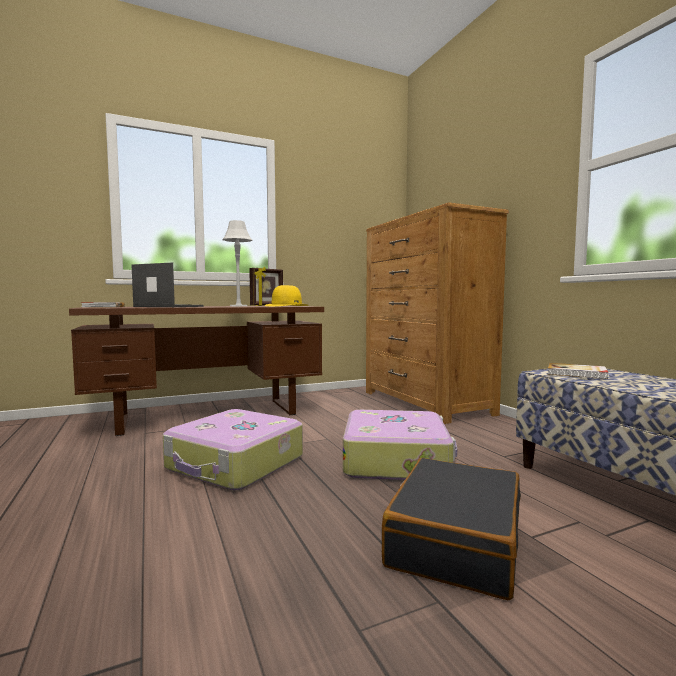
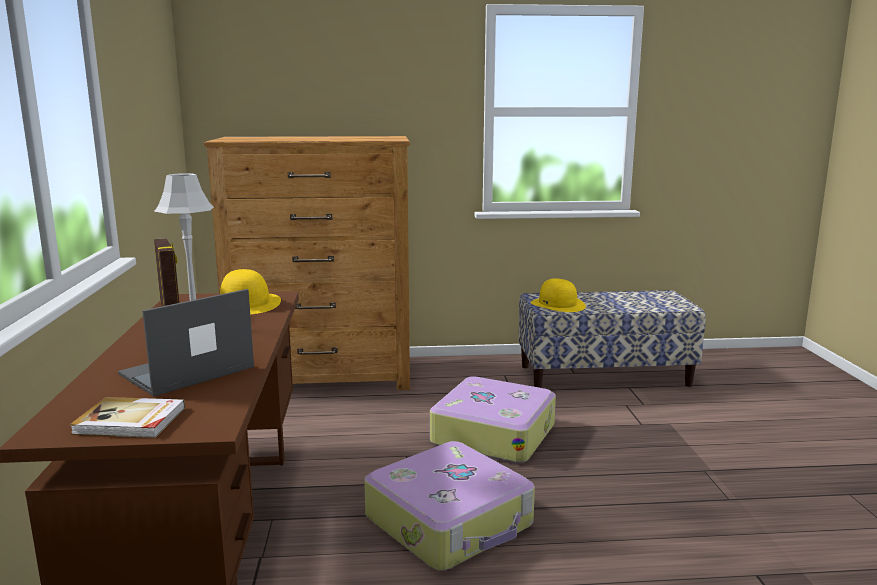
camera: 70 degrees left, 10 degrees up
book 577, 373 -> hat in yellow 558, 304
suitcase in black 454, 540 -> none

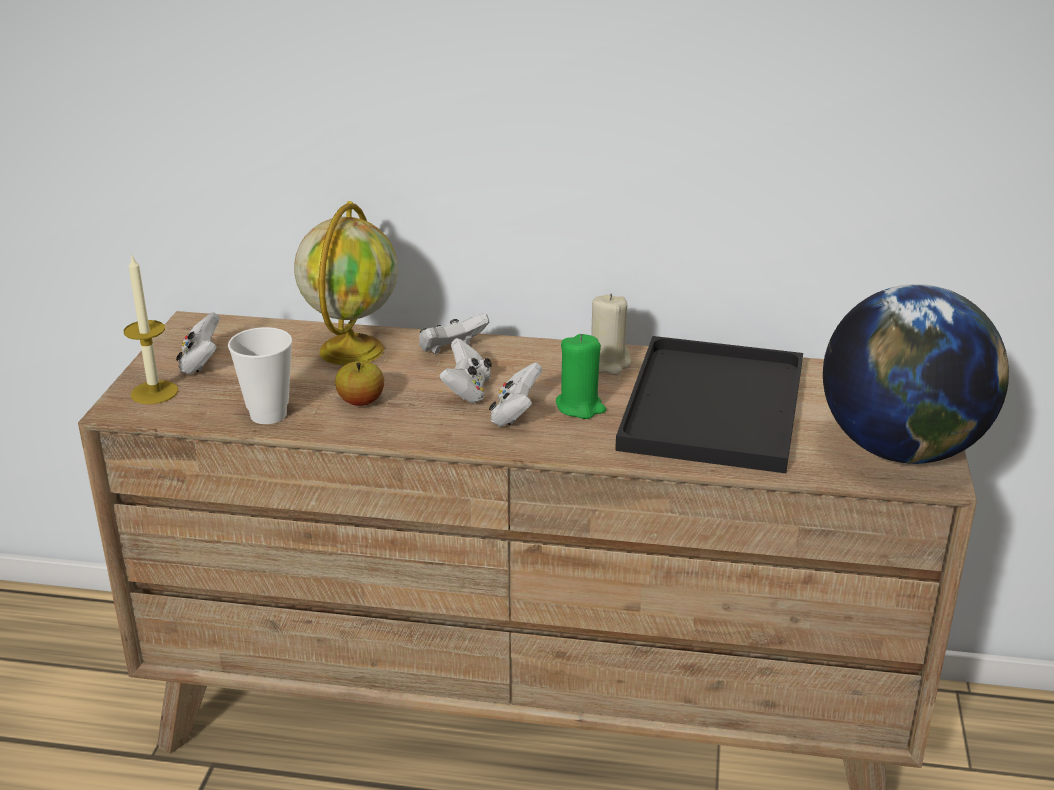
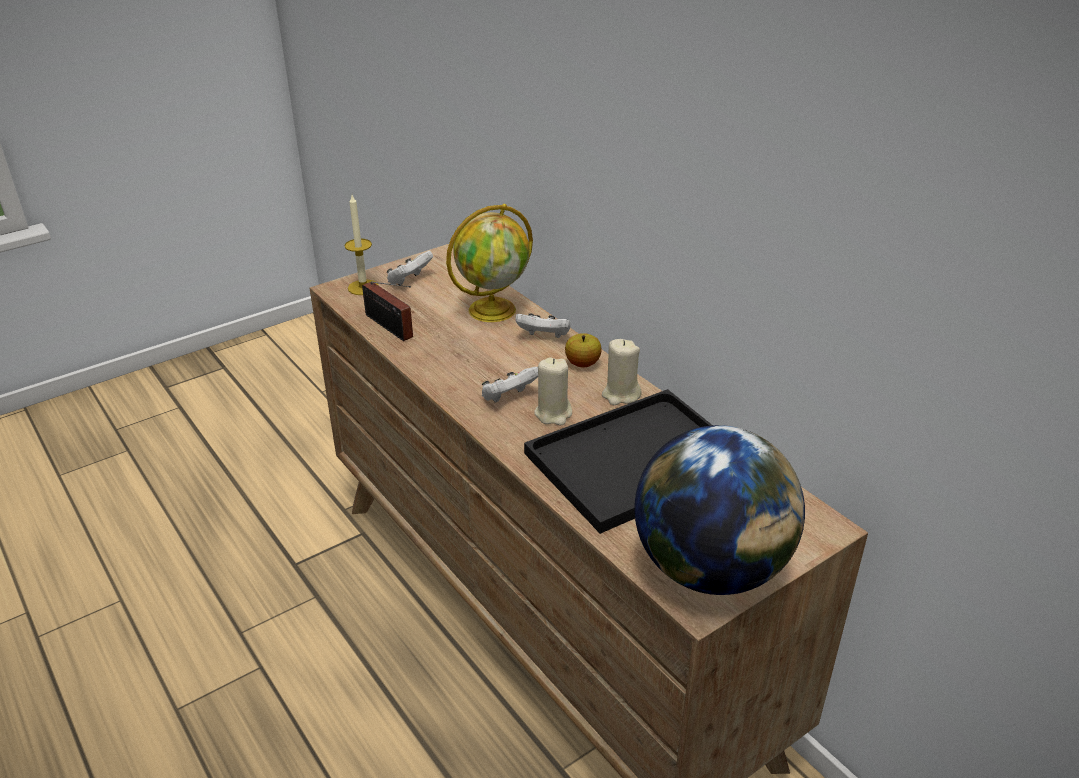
camera: 45 degrees right, 5 degrees up
cup 268, 415 -> radio 390, 328
candle in green 580, 407 -> candle in beige 553, 414
game controller in white 467, 391 -> none
apple 361, 402 -> apple 582, 364, moved

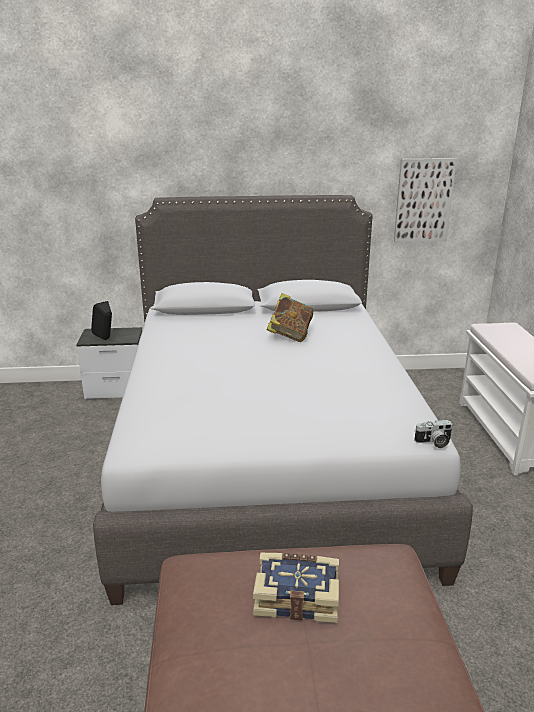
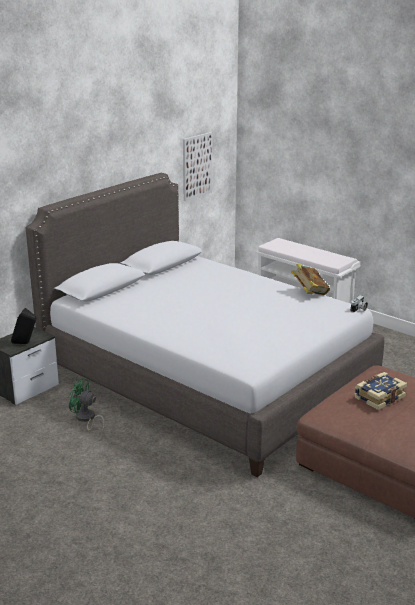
camera: 45 degrees left, 0 degrees up
book 290, 335 -> book 309, 293, moved
none -> fan in green 86, 419

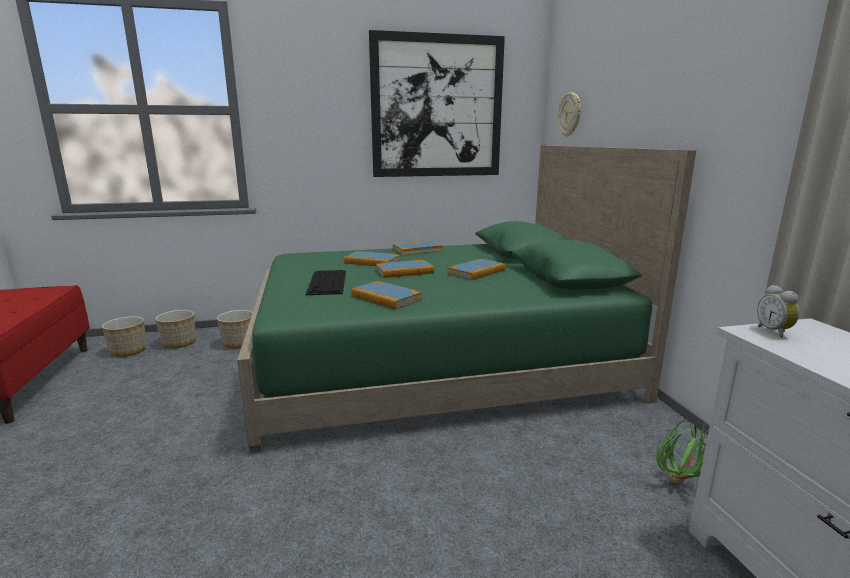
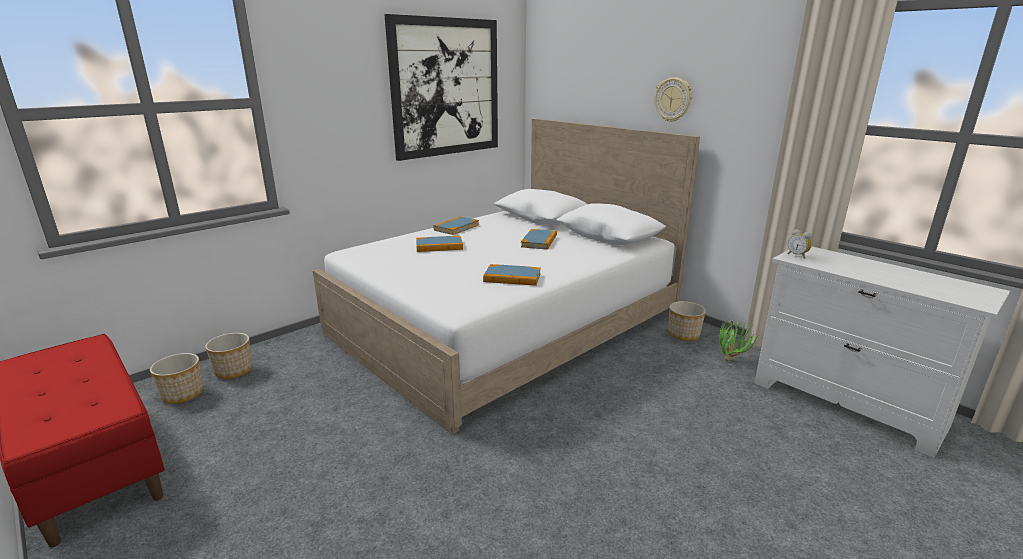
camera: 30 degrees left, 5 degrees up
wall clock 570, 114 -> wall clock 673, 100, moved
bed in green 435, 361 -> bed in white 506, 323
book 404, 271 -> none
keyboard 327, 282 -> none
planter 239, 343 -> planter 684, 334, moved

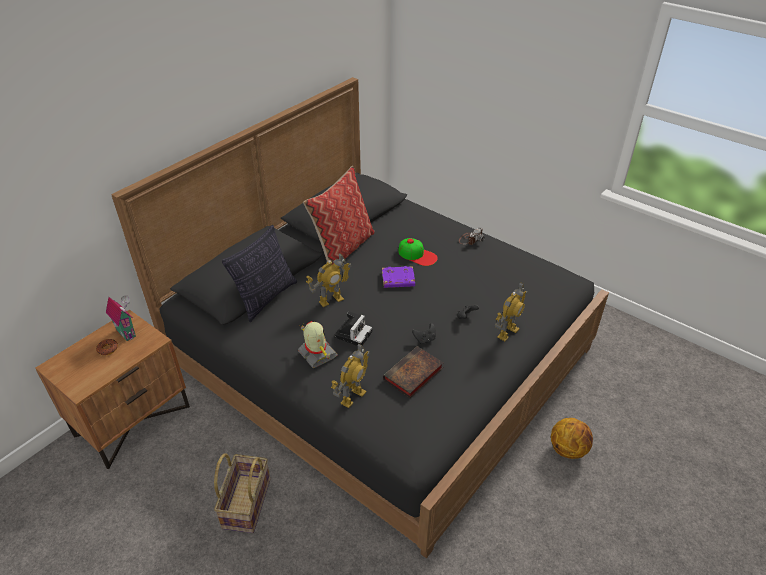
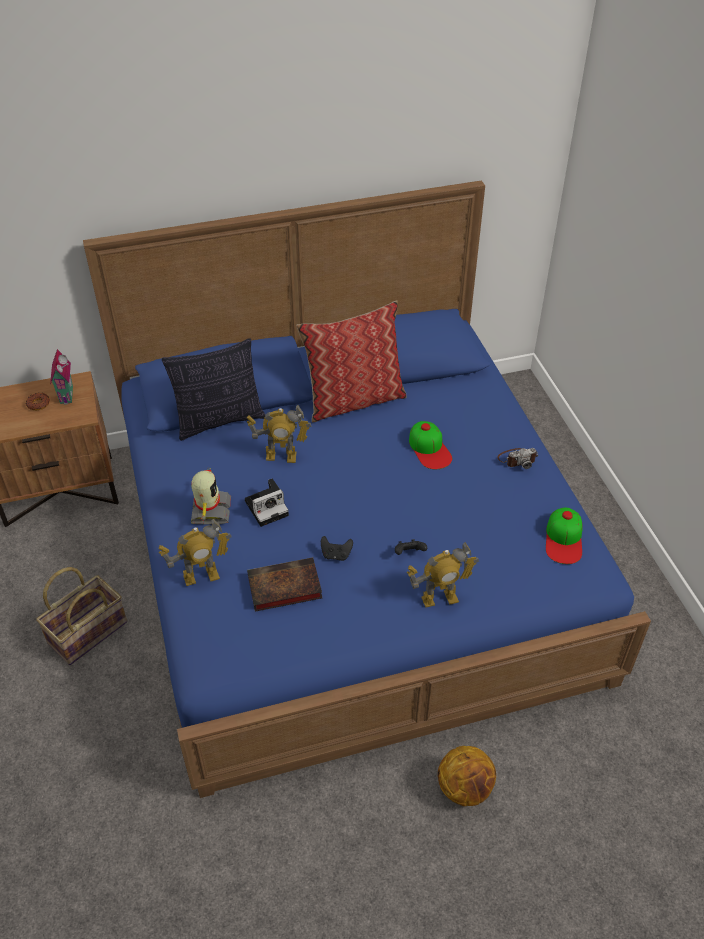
camera: 35 degrees right, 5 degrees up
bed in black 382, 356 -> bed in blue 351, 553
book in purple 398, 280 -> none
none -> cap 564, 539

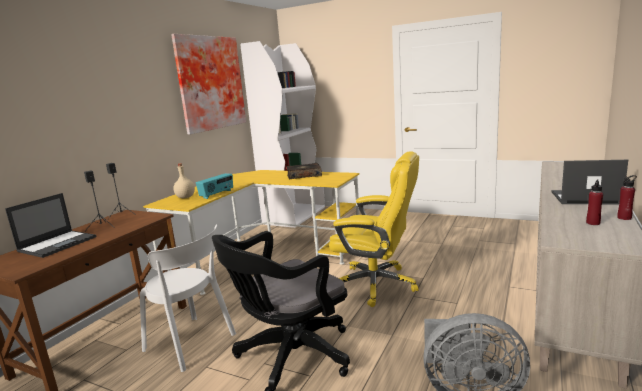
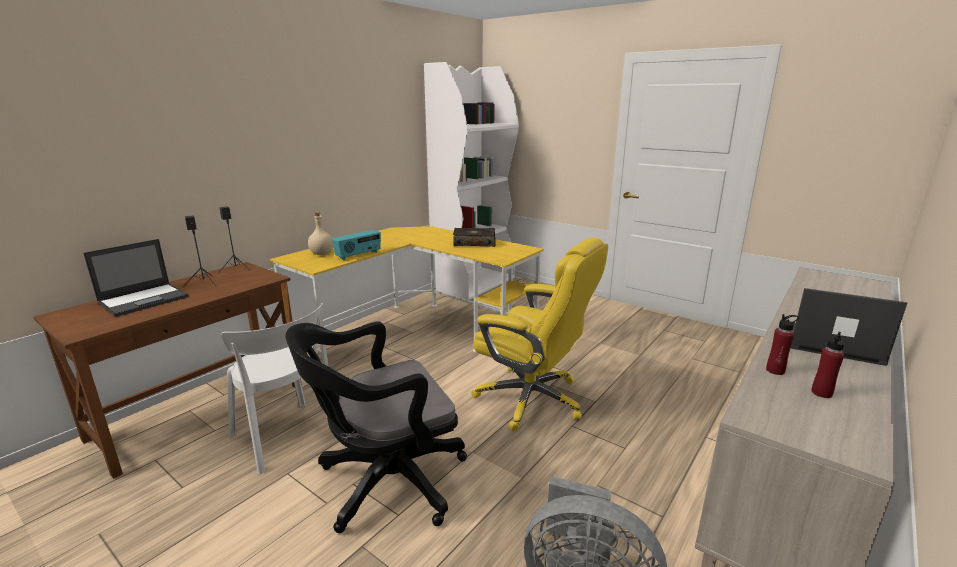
camera: 10 degrees right, 5 degrees up
picture 209, 83 -> none
bottle in red 624, 218 -> bottle in red 775, 370, moved

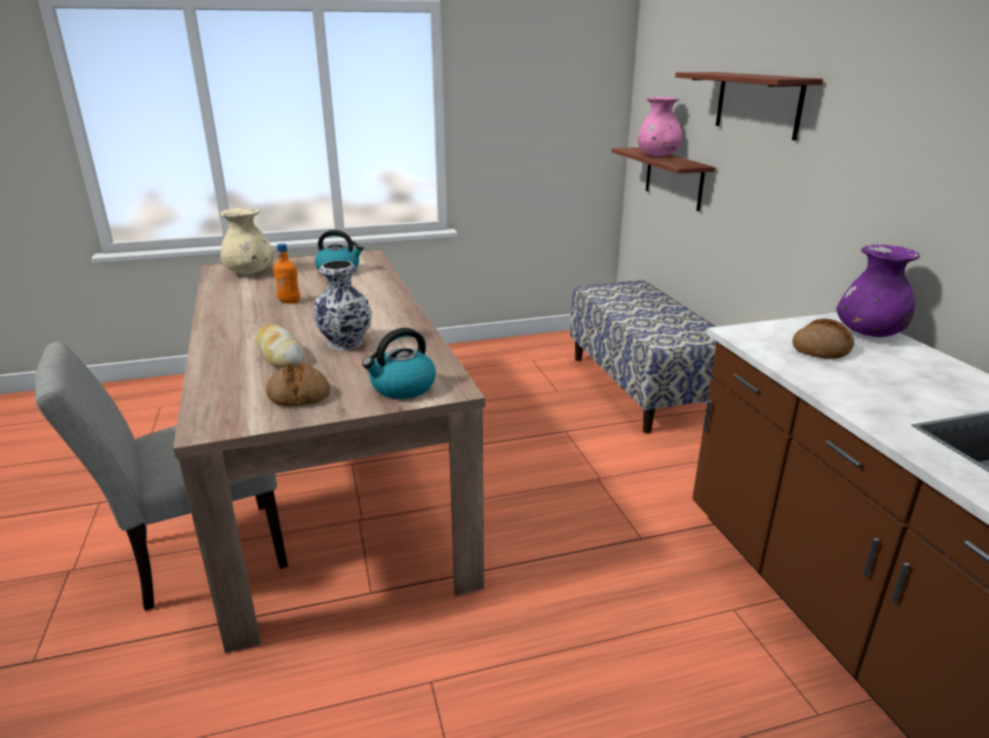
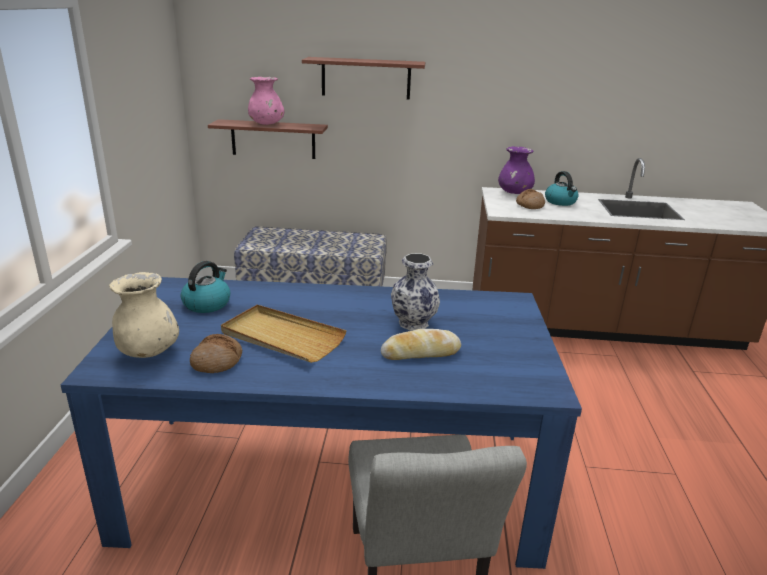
camera: 70 degrees left, 0 degrees up
bottle in orange 289, 301 -> tray in beige 282, 337
dining table in beige 330, 477 -> dining table in blue 334, 478
kettle 402, 387 -> kettle 561, 202, moved
bread 299, 395 -> bread 217, 361, moved

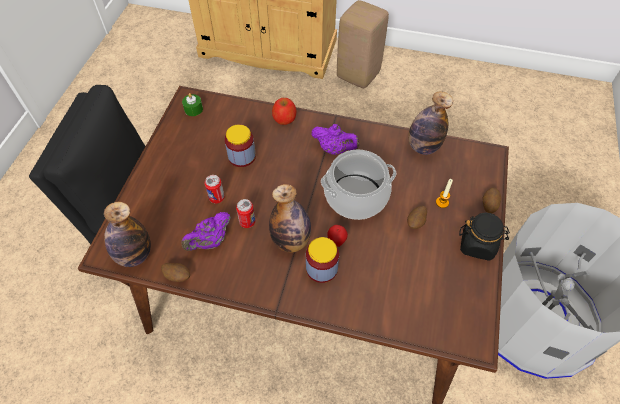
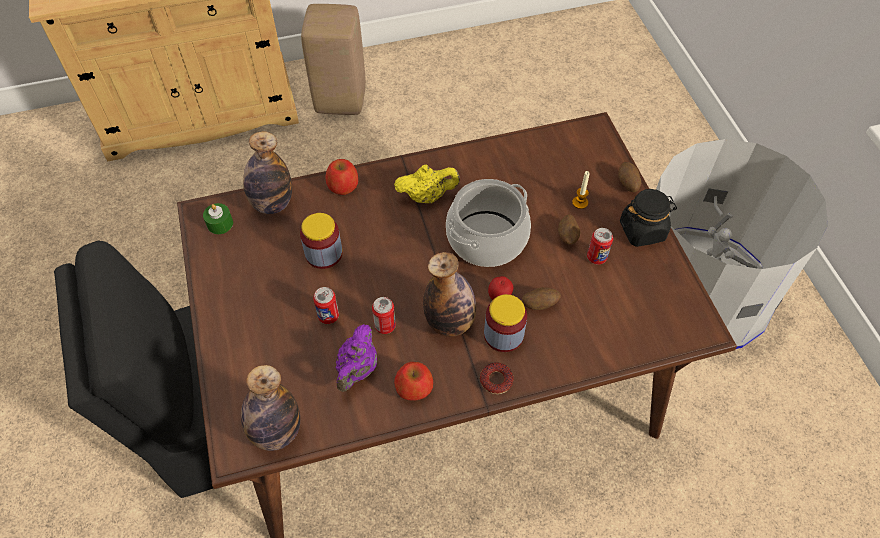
camera: 30 degrees left, 0 degrees up
bottle 423, 147 -> bottle 272, 204, moved
teapot in purple 334, 149 -> teapot in yellow 427, 196
potato 178, 276 -> potato 539, 304, moved
none -> can 596, 257
none -> apple 414, 388
none -> donut 496, 380

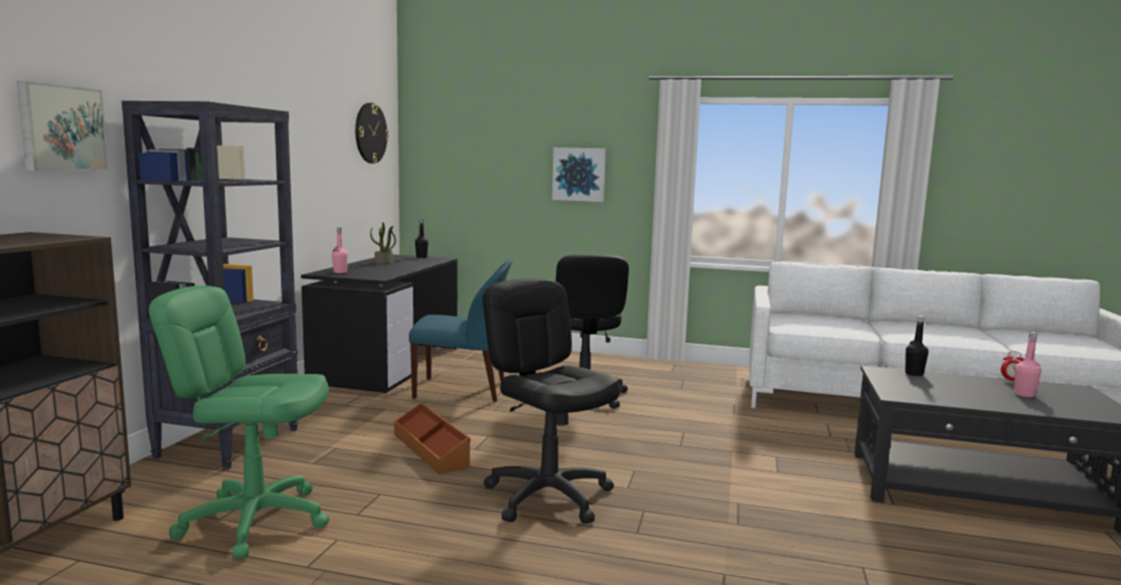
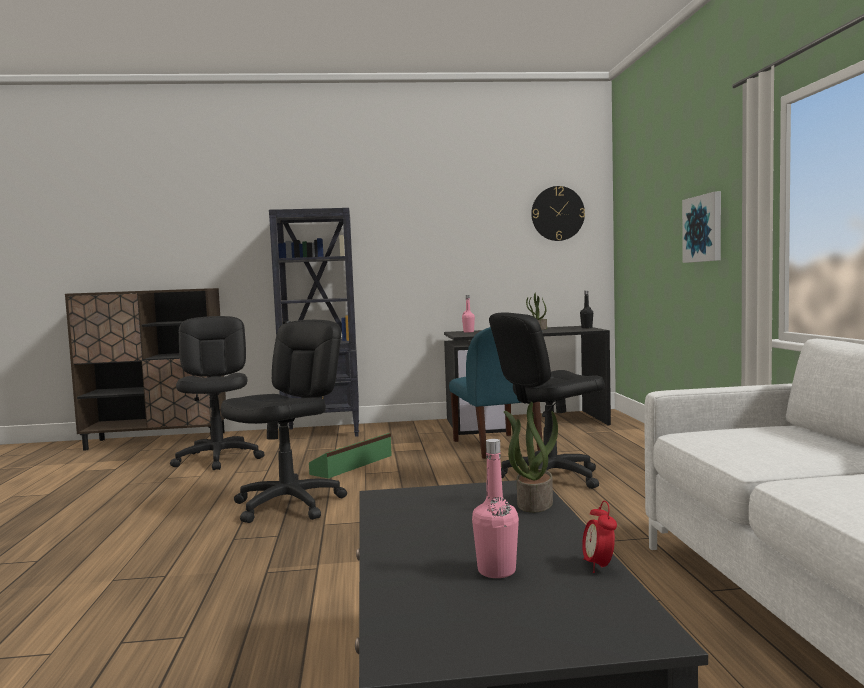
camera: 70 degrees right, 5 degrees down
picture 61, 128 -> none
office chair in green 255, 520 -> office chair in black 219, 459
bottle in black 914, 374 -> potted plant 534, 503
storage box in brown 431, 449 -> storage box in green 353, 465

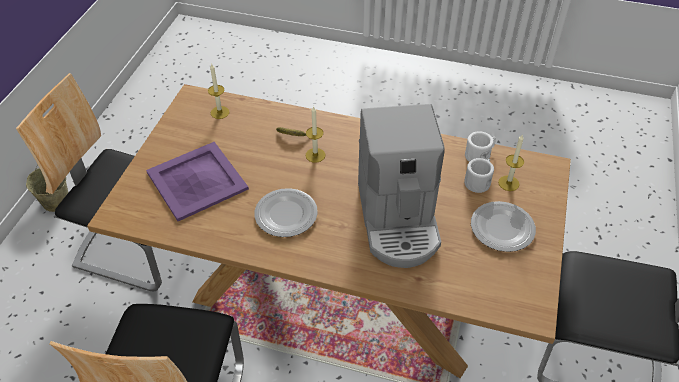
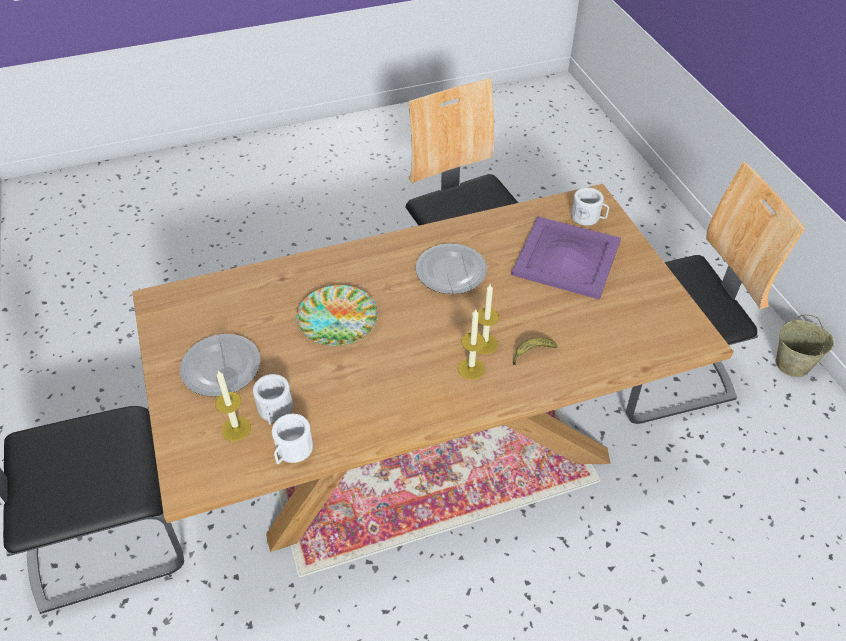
camera: 145 degrees right, 0 degrees up
candle 220, 112 -> candle 471, 368, moved
coffee machine 398, 220 -> plate 337, 320
none -> mug in white 588, 217

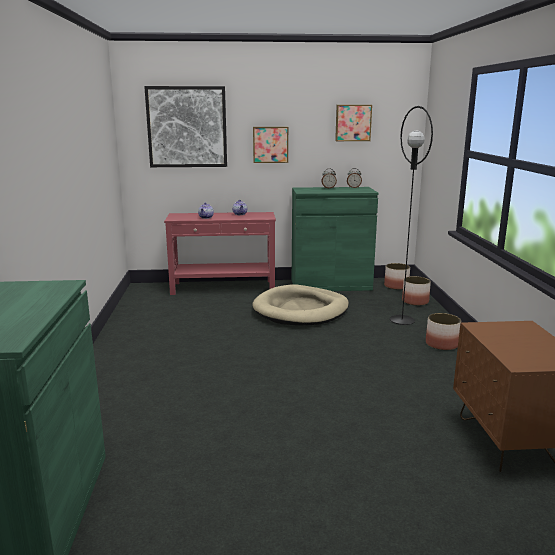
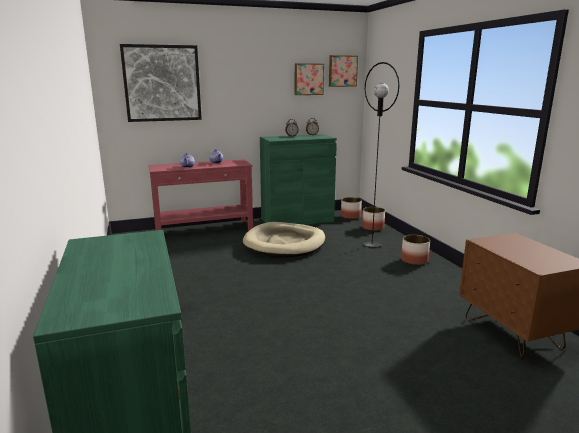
camera: 15 degrees left, 0 degrees up
picture 270, 144 -> picture 342, 71, moved

